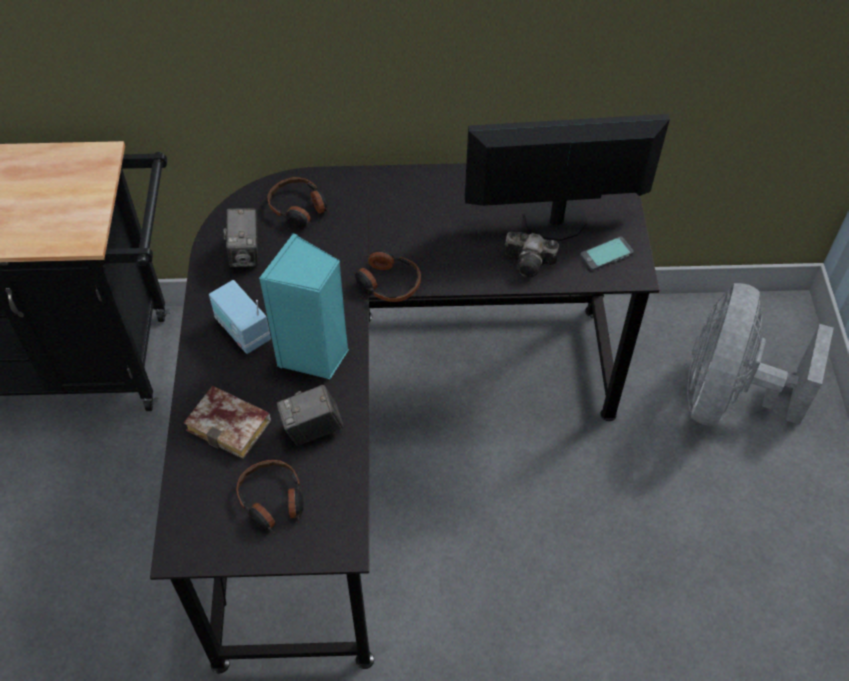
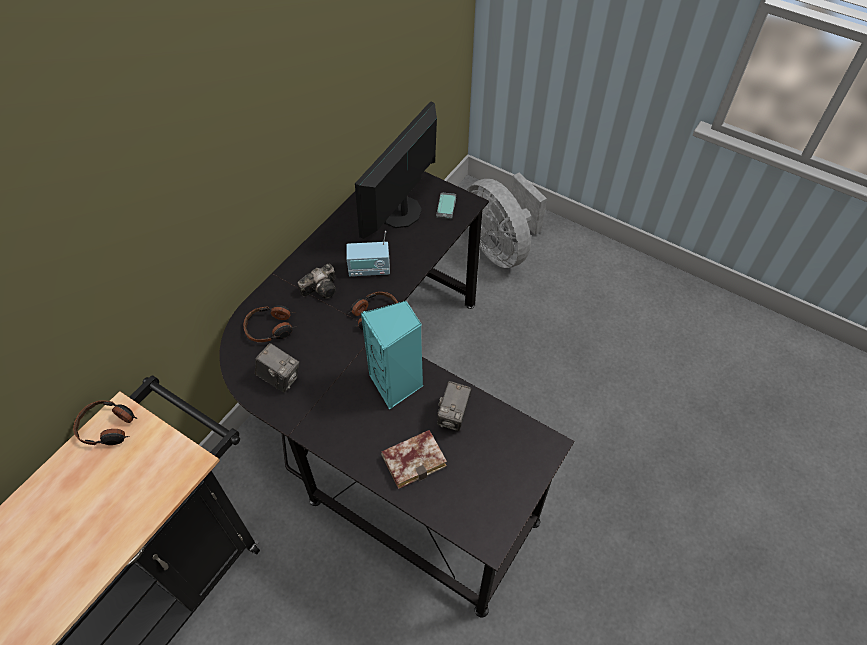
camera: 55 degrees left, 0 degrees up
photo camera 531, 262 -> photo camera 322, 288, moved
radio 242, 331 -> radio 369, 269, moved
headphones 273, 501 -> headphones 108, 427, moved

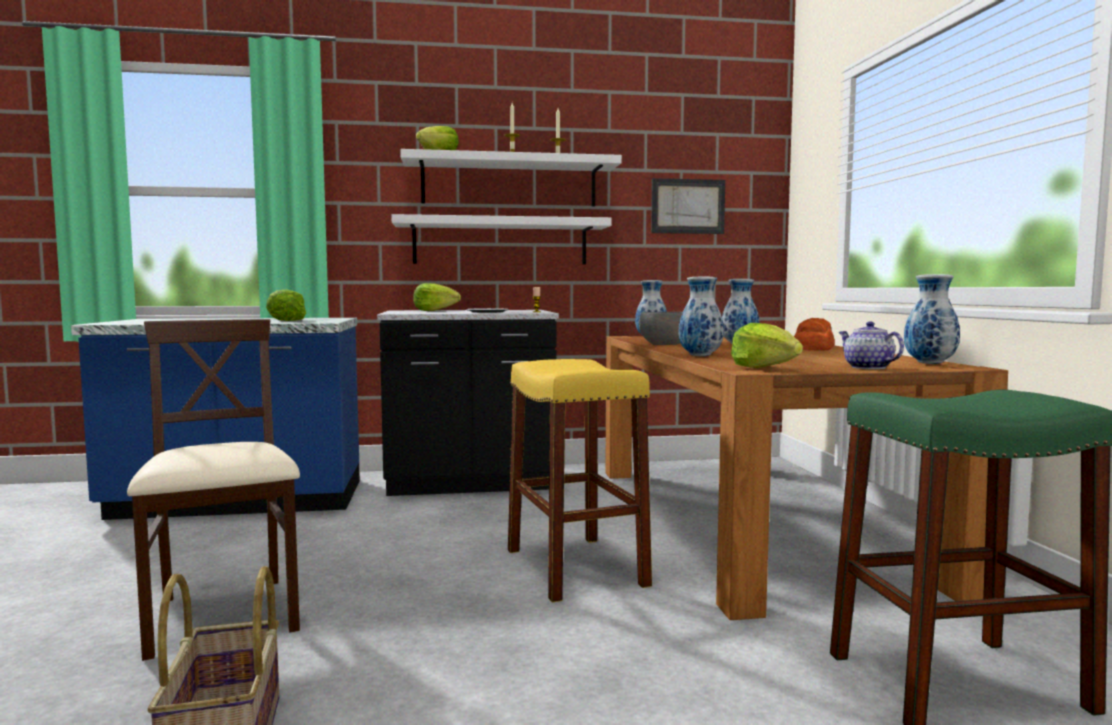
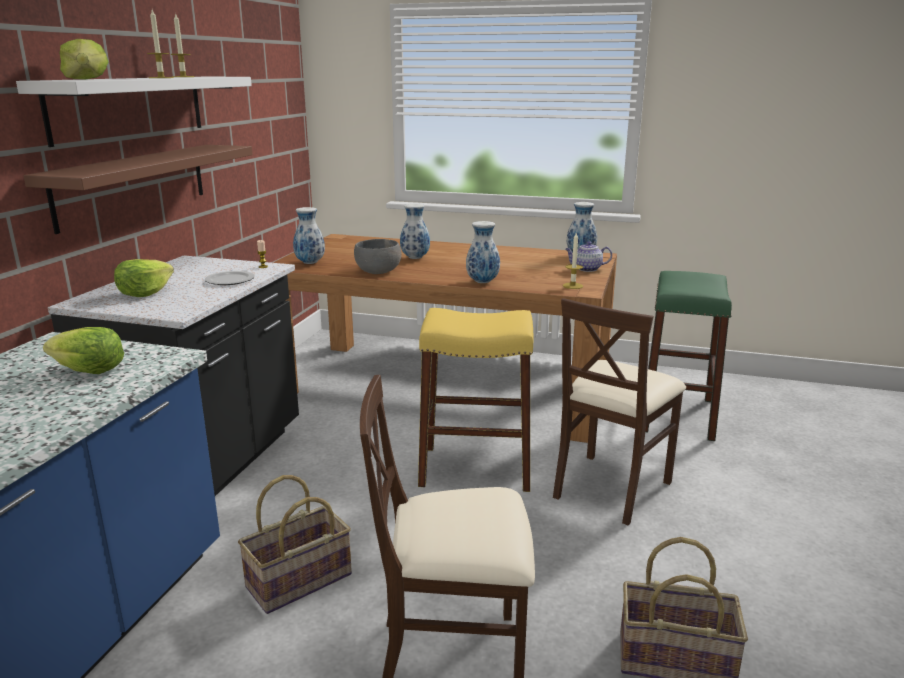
camera: 65 degrees left, 15 degrees up
picture 687, 206 -> none
shelf in white 500, 242 -> shelf in brown 133, 184
bread 813, 348 -> none
lettuce 764, 367 -> candle 572, 286
none -> chair in beige 610, 487
none -> basket 299, 582

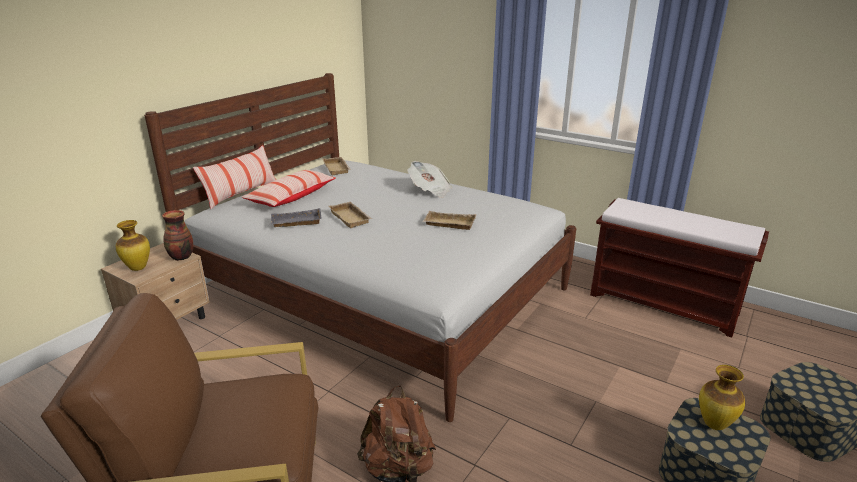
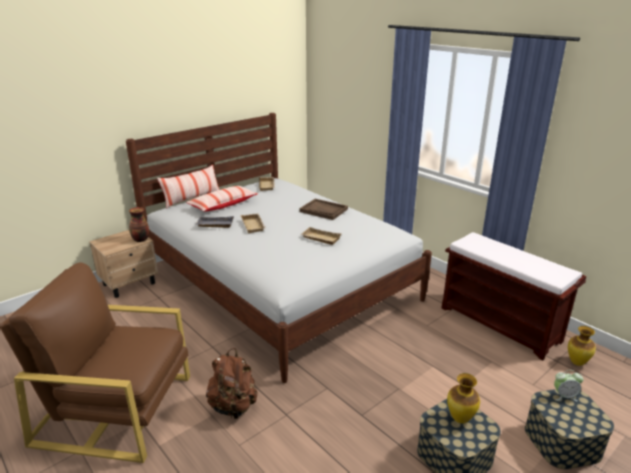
camera: 15 degrees right, 0 degrees up
newspaper 430, 190 -> tray in brown 323, 210
vase 138, 268 -> vase 577, 362, moved
none -> alarm clock 564, 396

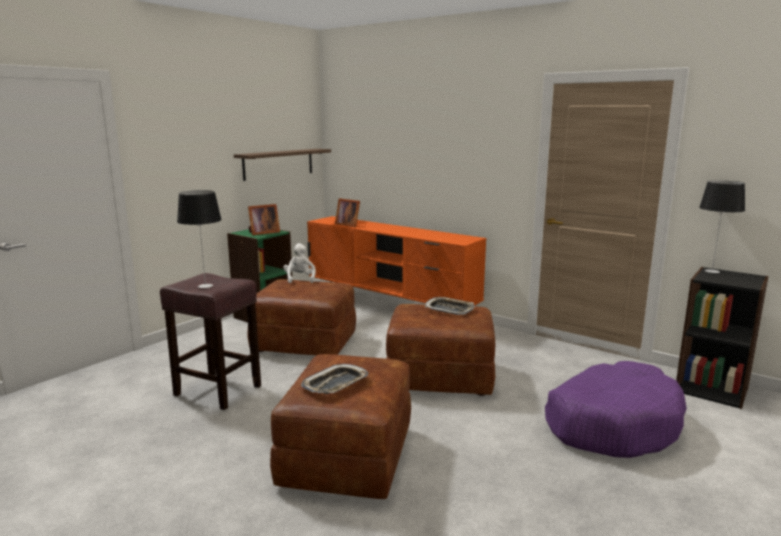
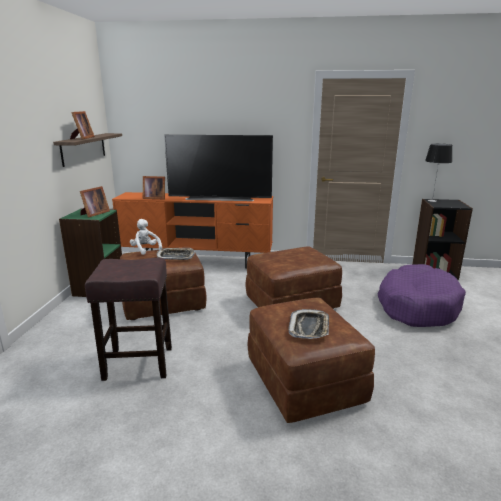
camera: 30 degrees left, 5 degrees up
table lamp 205, 286 -> none
tray 449, 309 -> tray 175, 256, moved
none -> picture frame 82, 138
none -> television 220, 198

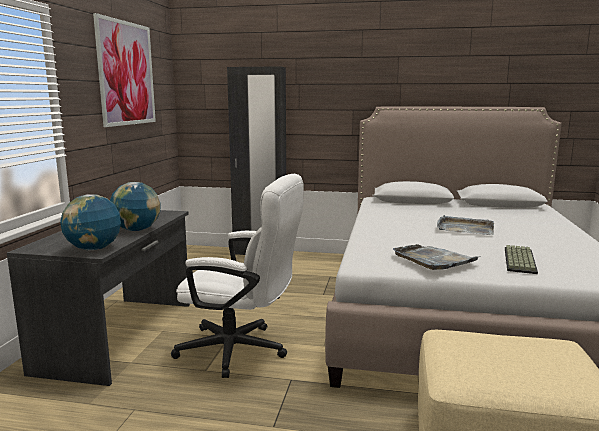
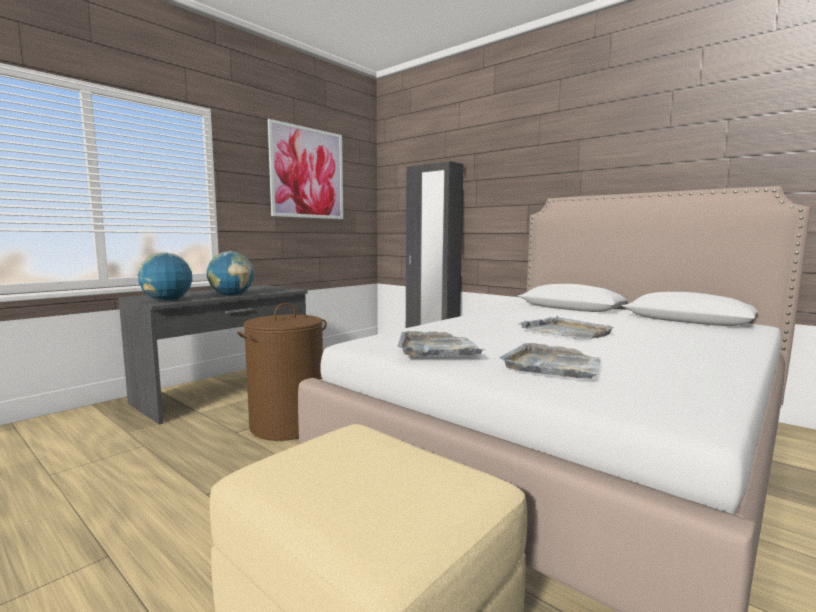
camera: 30 degrees right, 5 degrees down
office chair in white 241, 351 -> laundry basket in brown 287, 425
keyboard 518, 260 -> tray in grey 553, 365

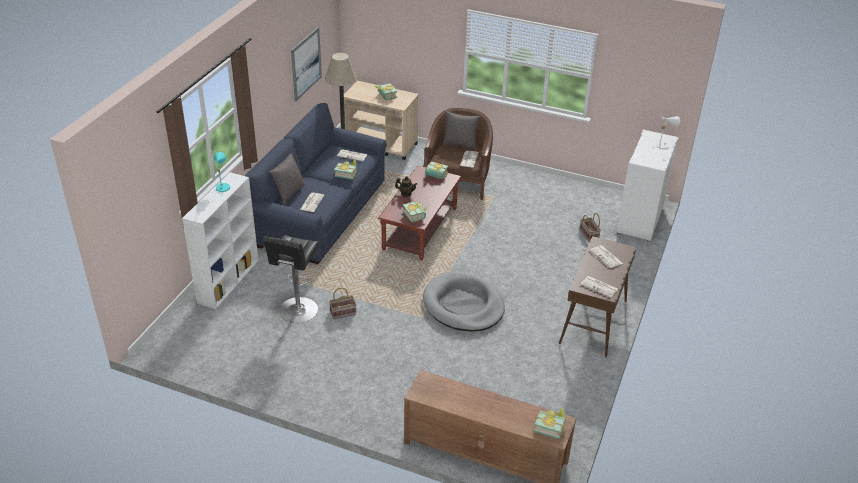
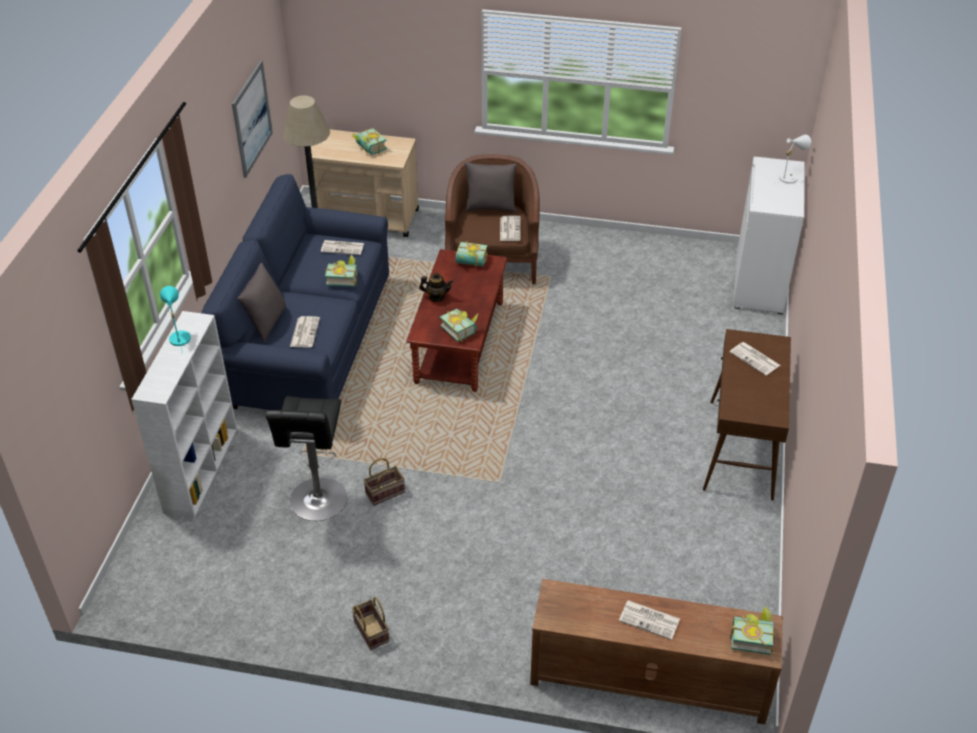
camera: 10 degrees left, 5 degrees up
basket 588, 234 -> basket 370, 631, moved
dog bed in grey 463, 305 -> none
newspaper 600, 287 -> newspaper 650, 620, moved

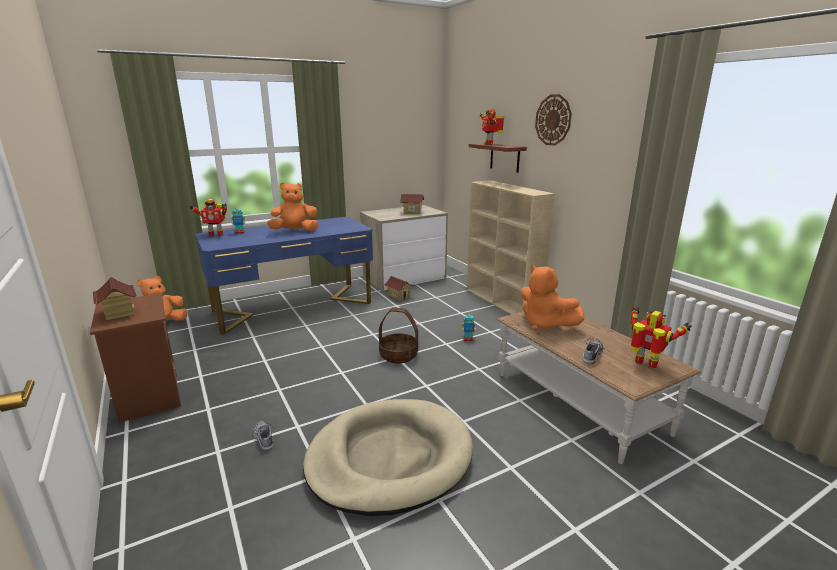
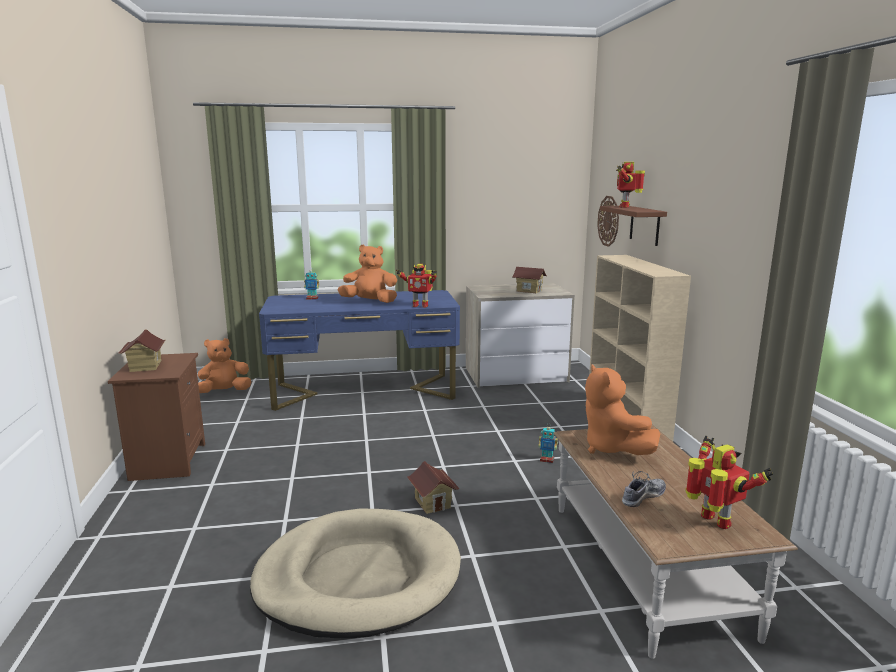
camera: 20 degrees right, 5 degrees down
wall clock 553, 120 -> wall clock 608, 221, moved
toy robot 215, 235 -> toy robot 420, 306, moved
toy house 399, 296 -> toy house 433, 503, moved
basket 399, 355 -> none
shoe 264, 438 -> none

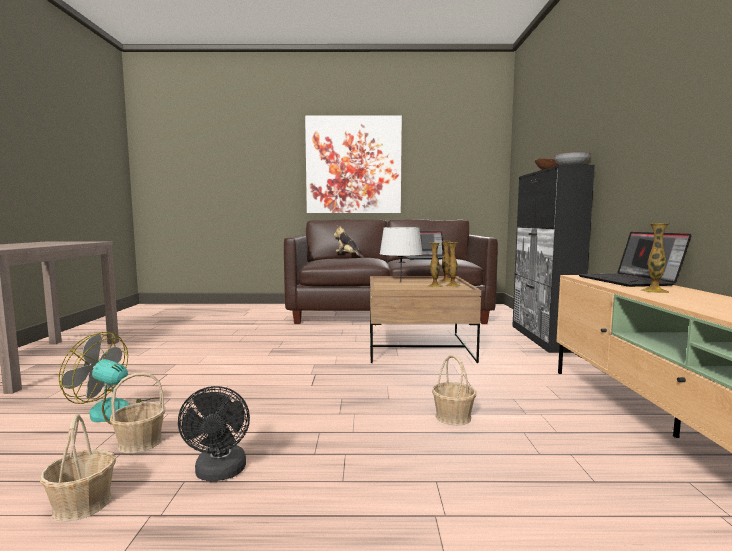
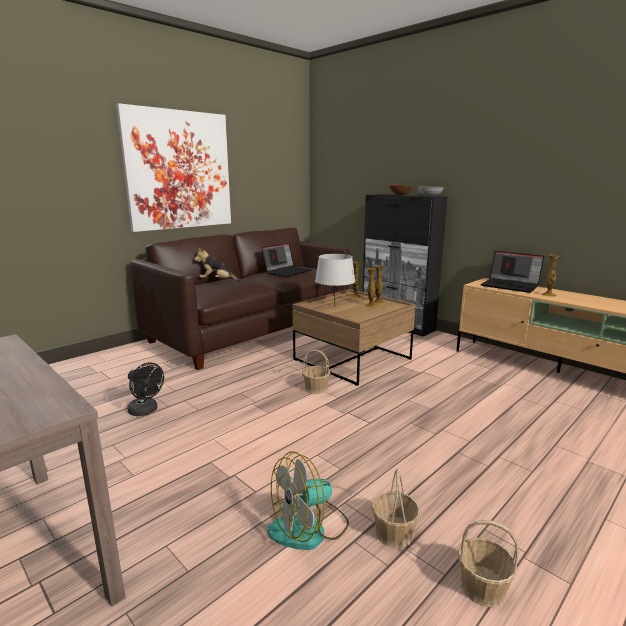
camera: 45 degrees left, 10 degrees up
basket 453, 417 -> basket 316, 388, moved
fan in black 220, 473 -> fan in black 146, 411, moved

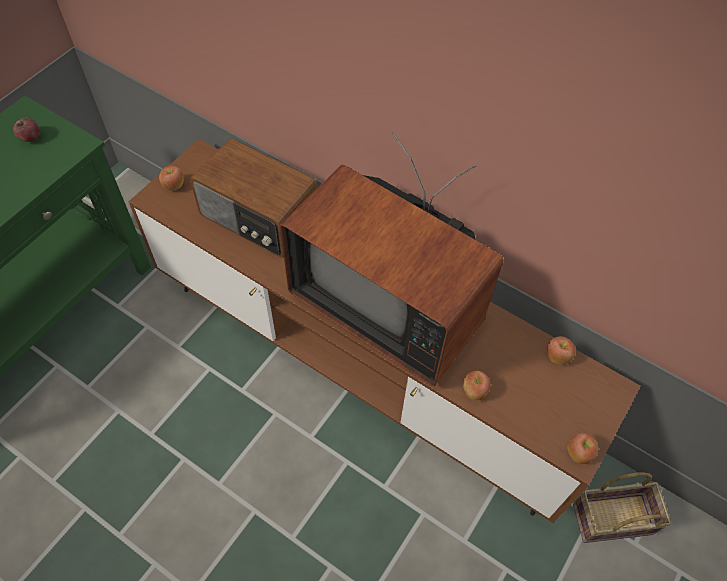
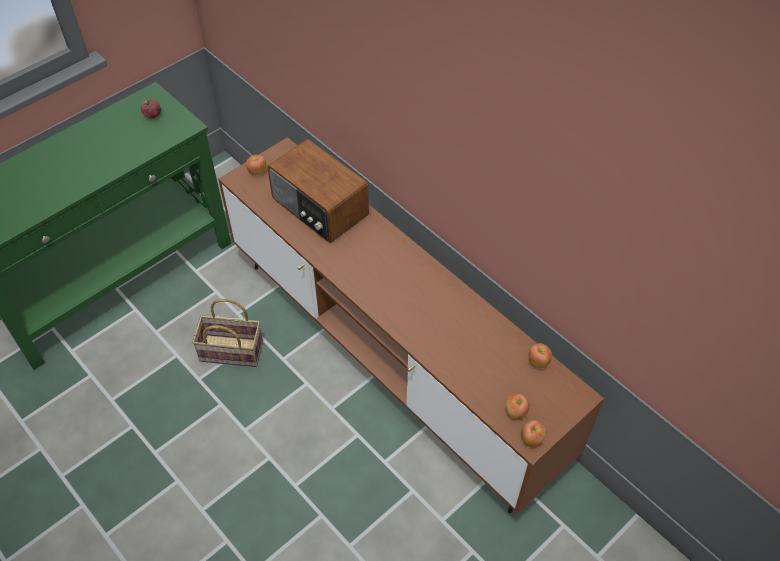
camera: 15 degrees right, 5 degrees down
television 390, 302 -> none
apple 473, 391 -> apple 515, 413, moved
basket 611, 521 -> basket 229, 352, moved

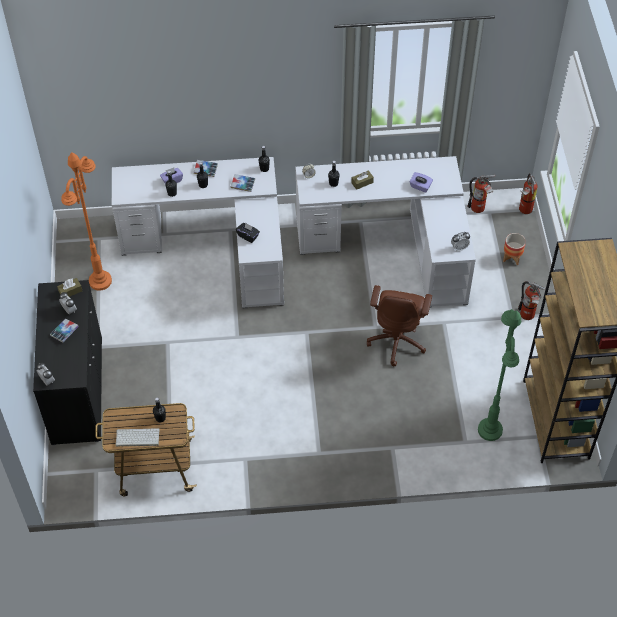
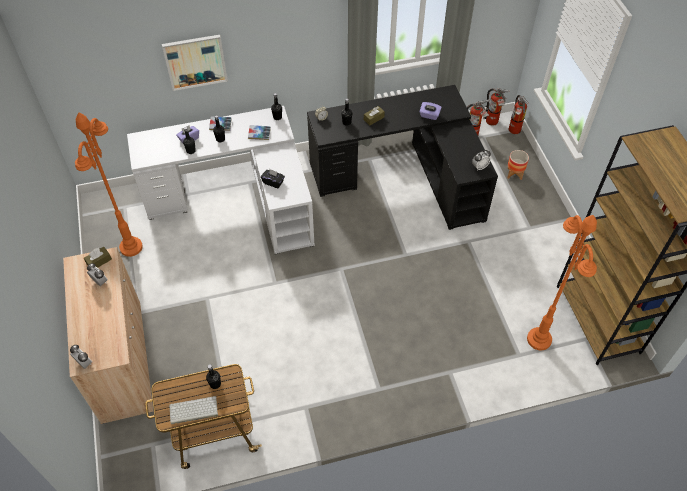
camera: 10 degrees left, 0 degrees up
desk in white 395, 244 -> desk in black 406, 175
cabinet in black 77, 390 -> cabinet in beige 122, 361
fire extinguisher 528, 316 -> fire extinguisher 493, 122, moved
office chair in brown 397, 340 -> none
floor lamp in green 490, 430 -> floor lamp in orange 539, 339
book 64, 332 -> none
none -> picture 195, 62

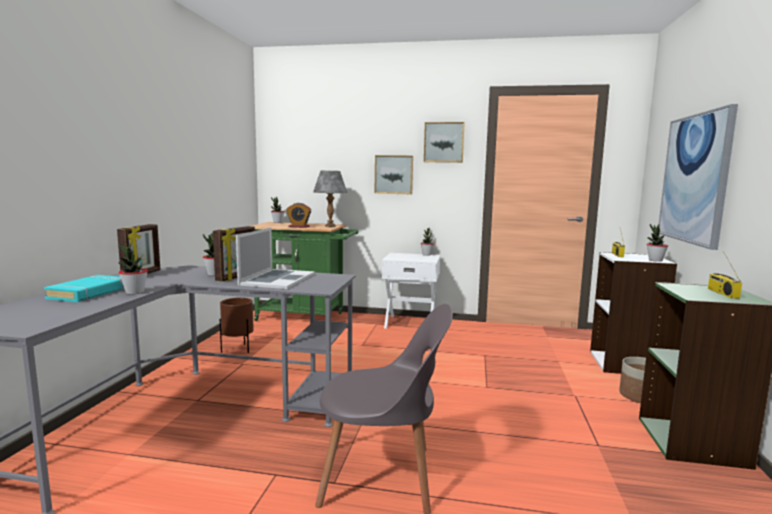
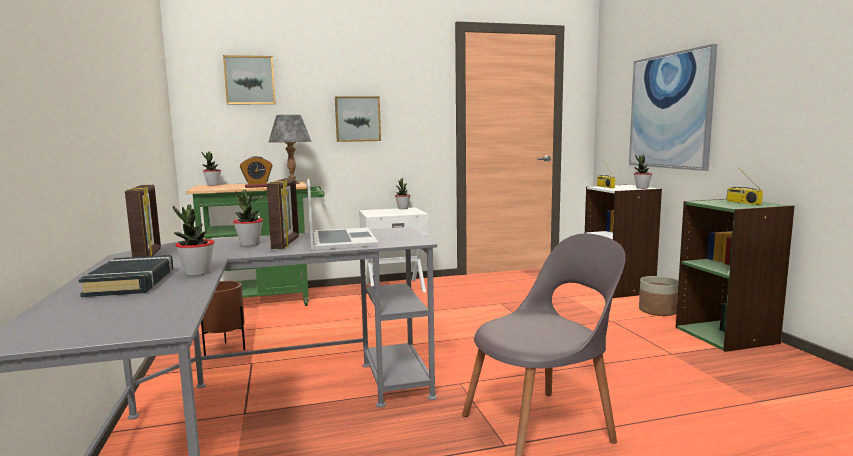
camera: 25 degrees left, 0 degrees up
picture 444, 142 -> picture 250, 80, moved
book in turquoise 89, 293 -> book in black 132, 282

